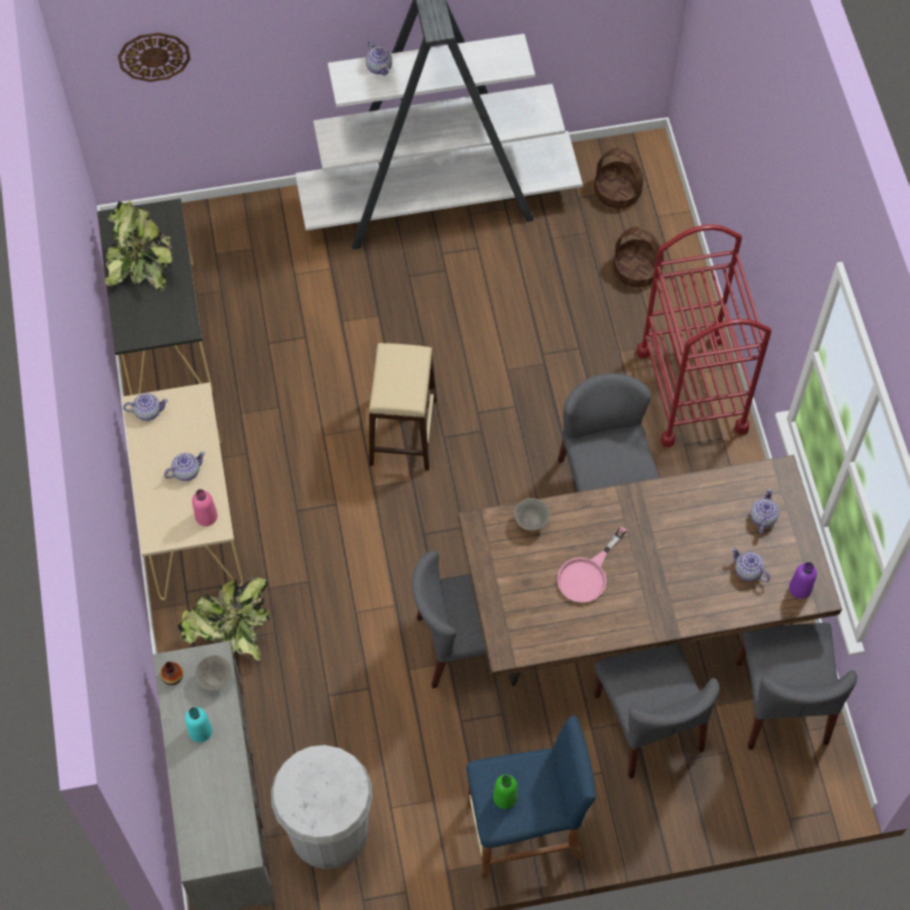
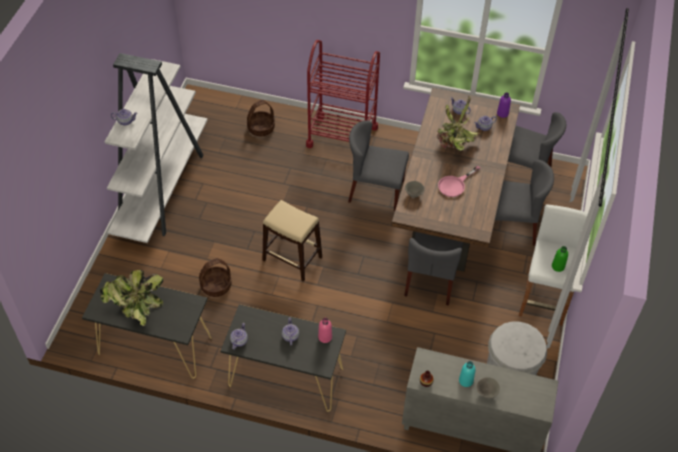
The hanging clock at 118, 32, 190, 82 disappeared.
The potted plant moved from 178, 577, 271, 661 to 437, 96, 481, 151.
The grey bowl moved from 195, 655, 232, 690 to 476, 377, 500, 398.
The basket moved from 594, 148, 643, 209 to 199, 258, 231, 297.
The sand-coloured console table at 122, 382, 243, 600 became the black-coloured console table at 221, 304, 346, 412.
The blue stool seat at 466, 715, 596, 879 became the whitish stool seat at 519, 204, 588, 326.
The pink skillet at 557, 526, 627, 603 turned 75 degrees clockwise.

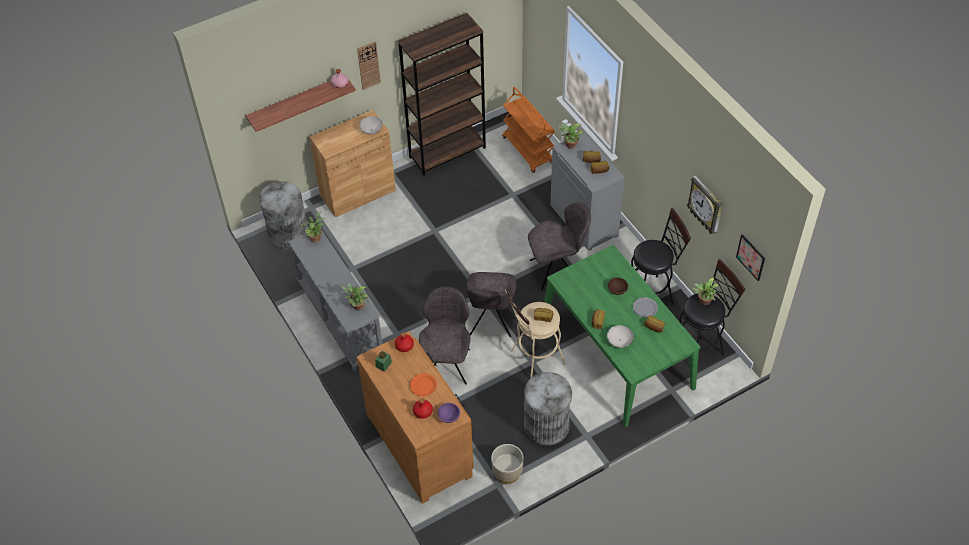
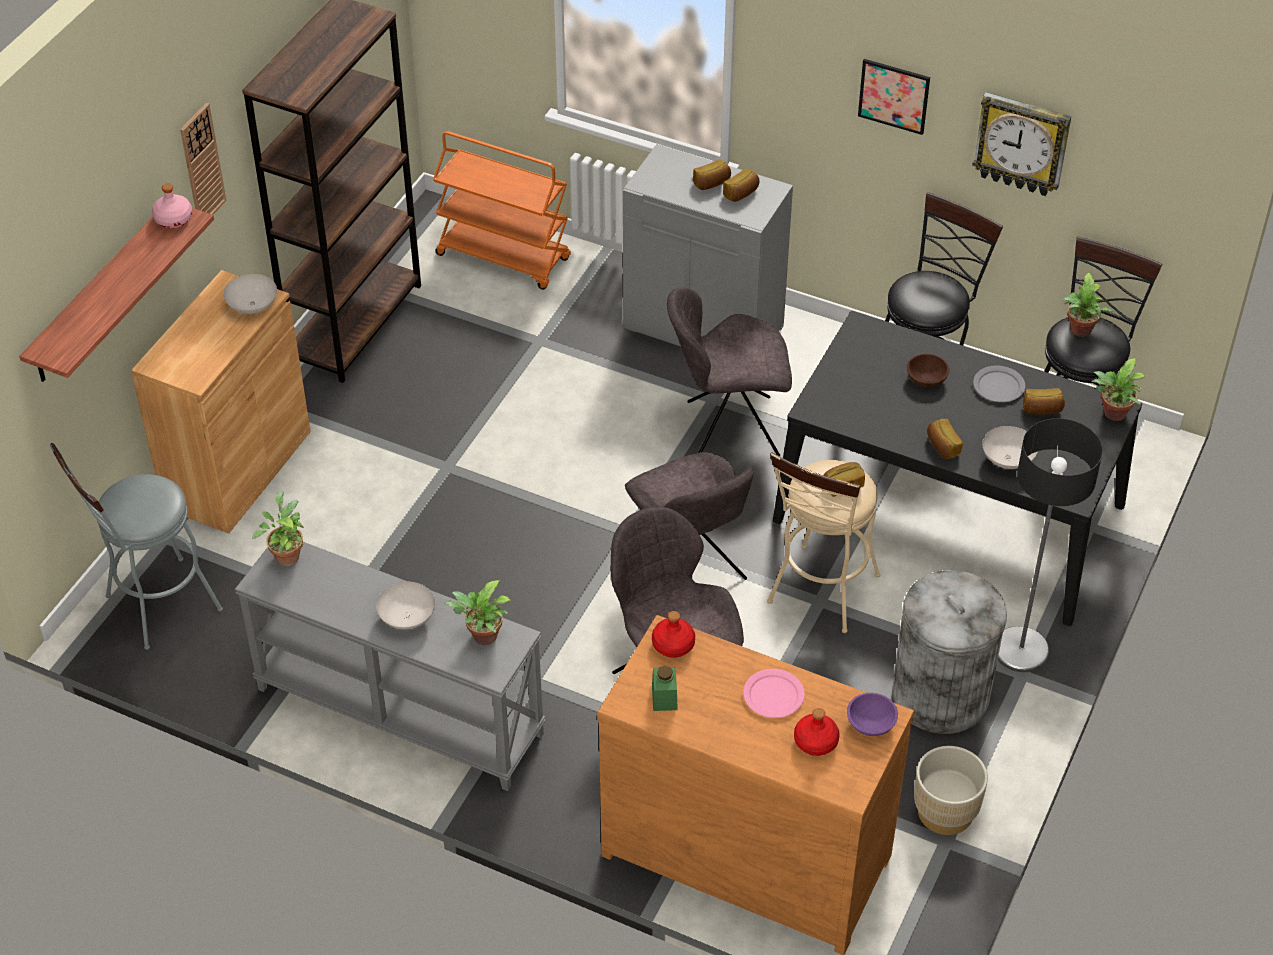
The whitish bowl at 376, 582, 435, 630 appeared.
The standard lamp at 998, 418, 1103, 672 appeared.
The potted plant moved from 557, 123, 583, 149 to 1091, 358, 1145, 421.
The wall picture moved from 736, 234, 765, 281 to 858, 59, 930, 135.
The grey waste bin at 259, 181, 308, 250 was replaced by the grey stool seat at 50, 443, 223, 650.
The orange flat dish at 410, 373, 437, 396 became the pink flat dish at 743, 669, 805, 718.
The green dinner table at 544, 245, 700, 427 became the black-coloured dinner table at 773, 311, 1142, 626.
The grey plain chair at 528, 203, 591, 290 turned 135 degrees counterclockwise.

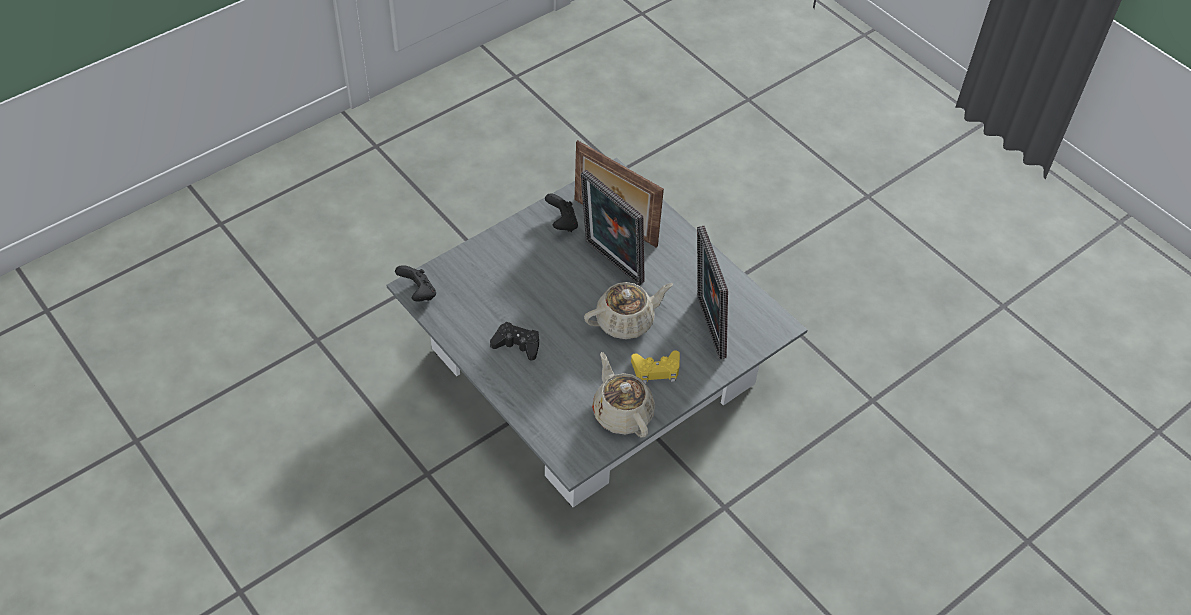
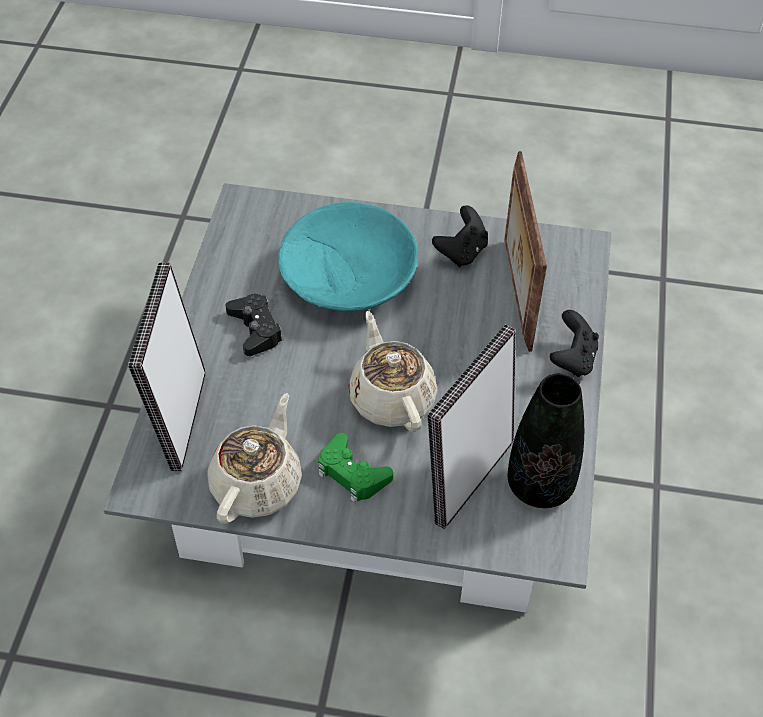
The blue-green bowl at 278, 202, 418, 311 appeared.
The black-coloured flower vase at 508, 374, 584, 508 appeared.
The black-coloured joypad moved from 395, 265, 436, 301 to 550, 310, 599, 377.
The standing frame moved from 581, 170, 645, 285 to 128, 262, 206, 472.
The yellow-coloured joypad at 631, 350, 680, 384 became the green joypad at 318, 433, 393, 503.
The sand-coloured teapot at 584, 282, 673, 339 turned 135 degrees counterclockwise.

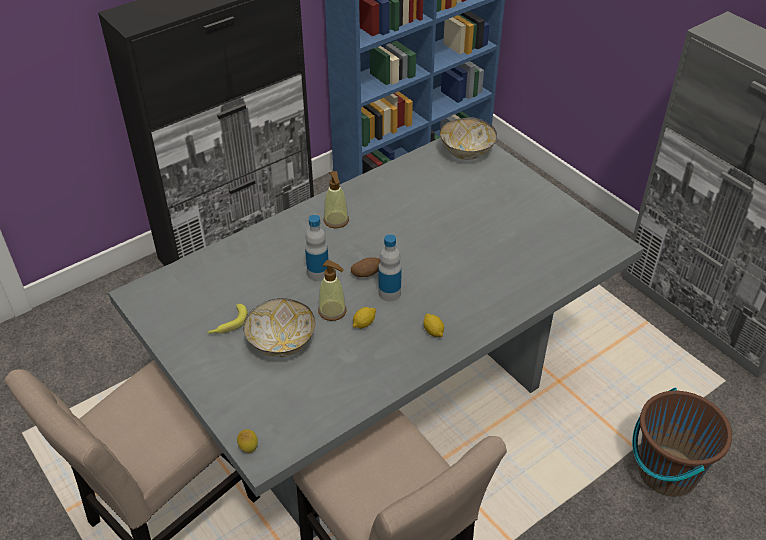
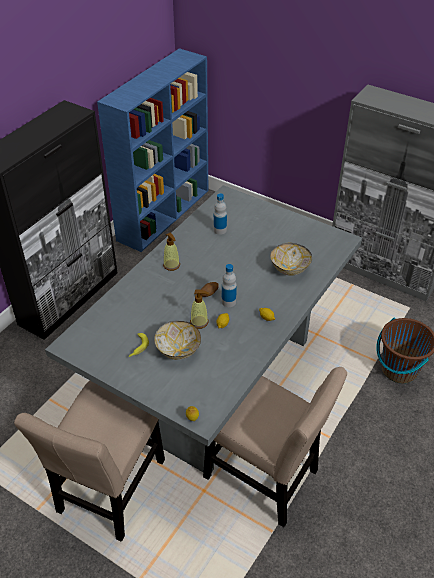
The bottle moved from 305, 215, 328, 281 to 214, 193, 227, 235.
The bowl moved from 440, 117, 497, 160 to 270, 243, 312, 276.

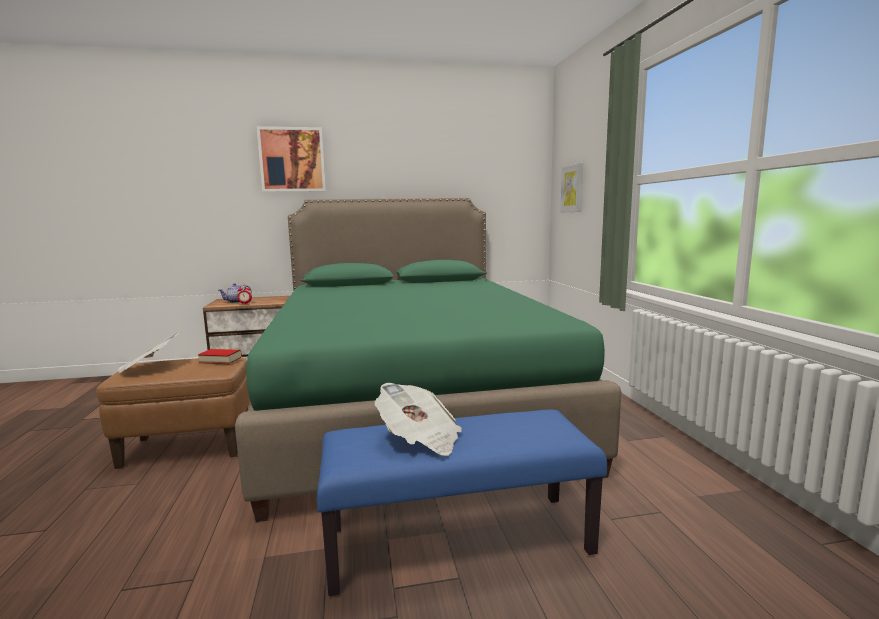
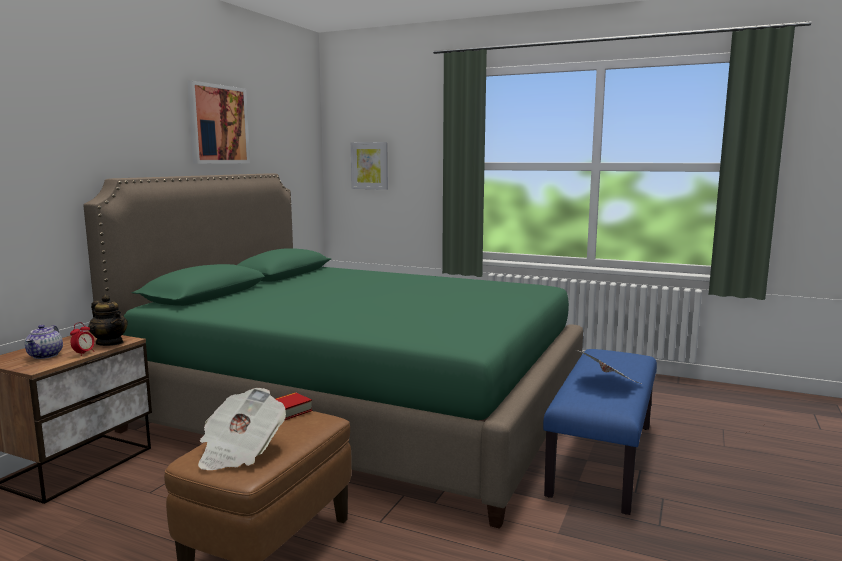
The teapot at 88, 295, 128, 346 appeared.
The wall picture moved from 257, 126, 326, 192 to 187, 81, 250, 164.

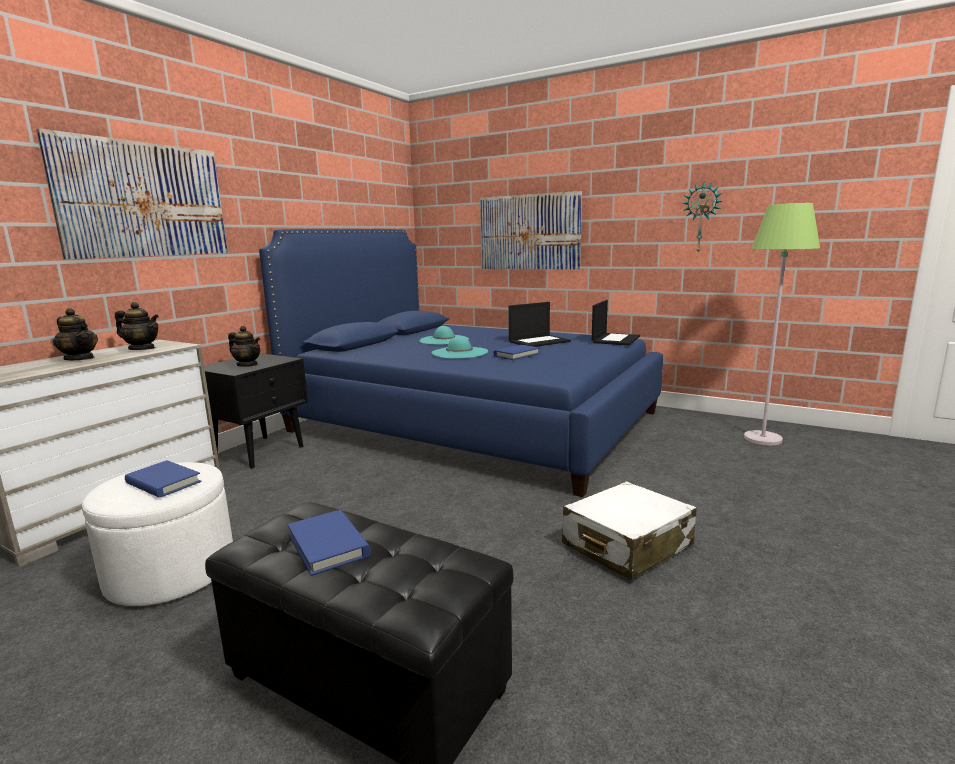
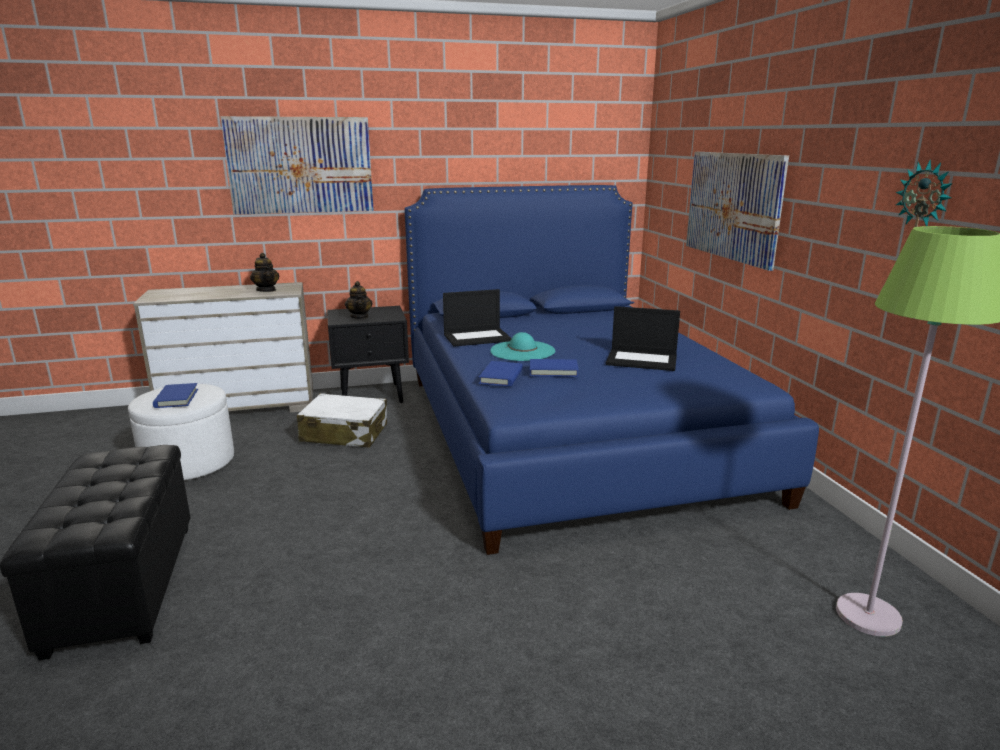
The teapot at 53, 308, 98, 360 disappeared.
The blue-green hat at 419, 326, 469, 345 disappeared.
The blue book moved from 288, 510, 371, 576 to 479, 361, 523, 387.
The whitish travel case moved from 562, 481, 697, 580 to 297, 393, 387, 447.
The laptop moved from 592, 300, 640, 345 to 443, 289, 512, 347.

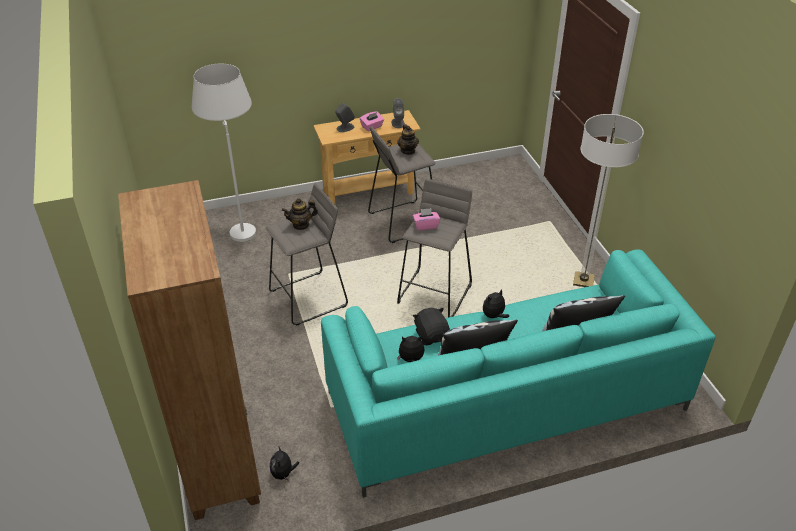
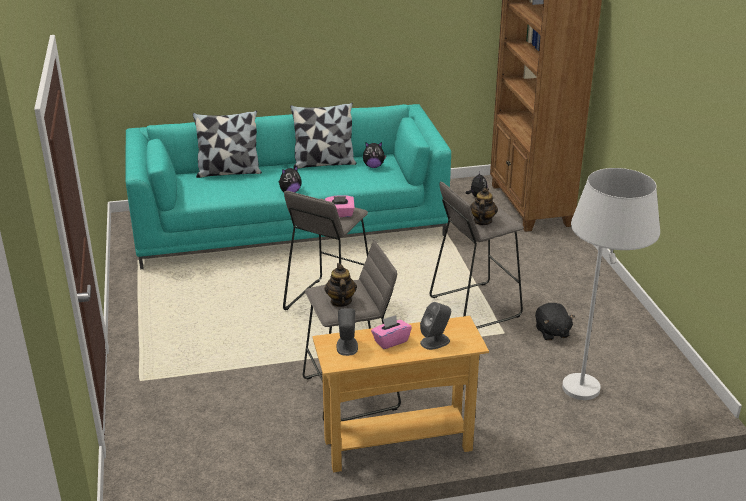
The standard lamp at 573, 114, 644, 287 disappeared.
The black-coloured soft toy moved from 413, 308, 450, 345 to 535, 303, 575, 341.
The teapot at 282, 198, 318, 230 turned 60 degrees counterclockwise.

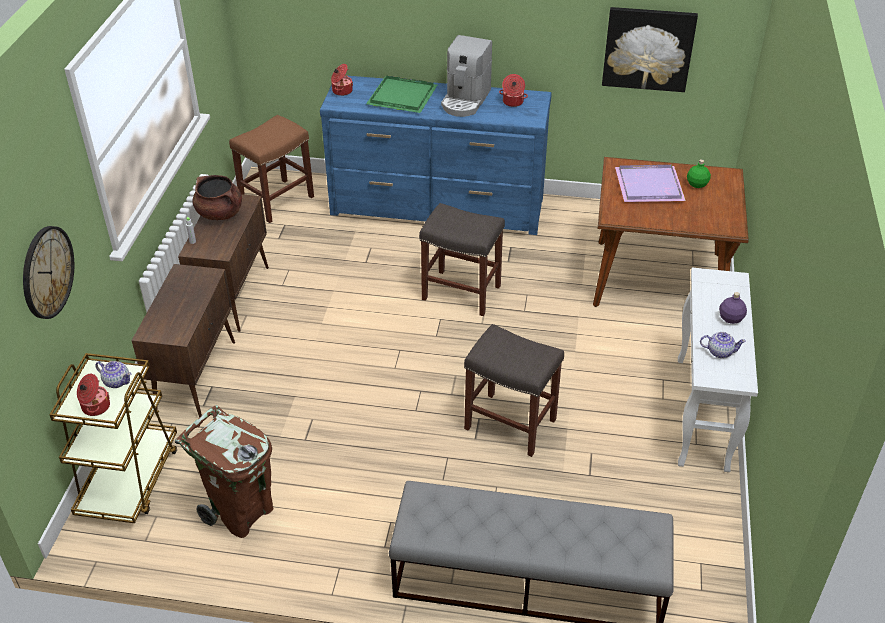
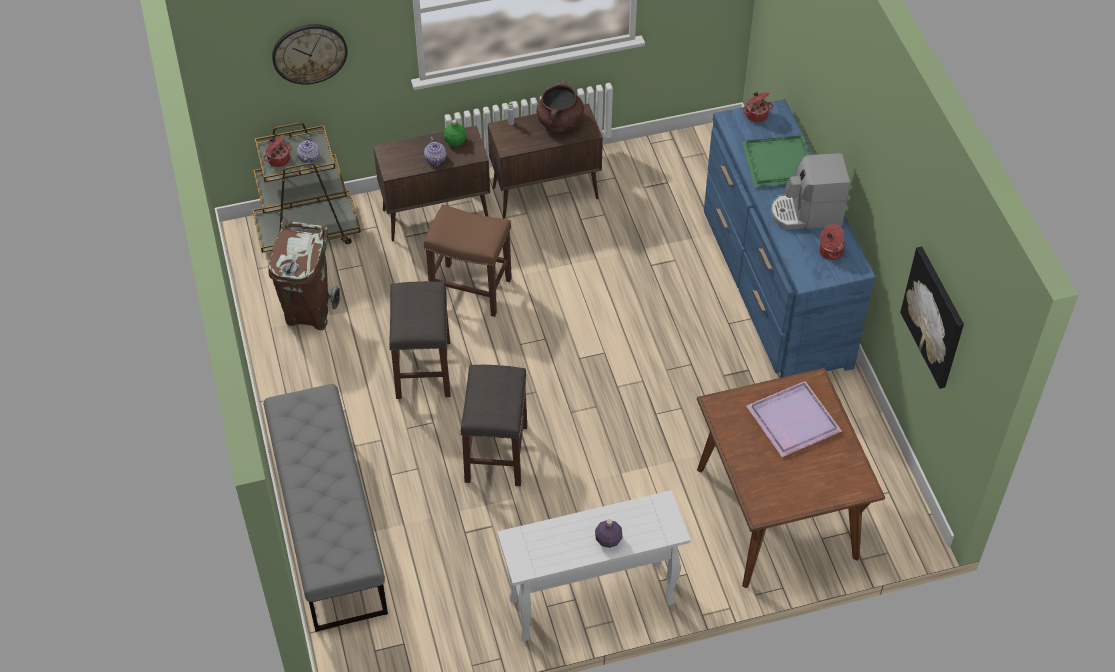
The brown stool seat moved from 229, 115, 314, 223 to 424, 204, 512, 317.
The grey stool seat moved from 419, 203, 505, 316 to 389, 281, 451, 399.
The green bottle moved from 687, 159, 711, 188 to 444, 120, 467, 146.
The teapot moved from 700, 332, 746, 358 to 424, 137, 446, 166.

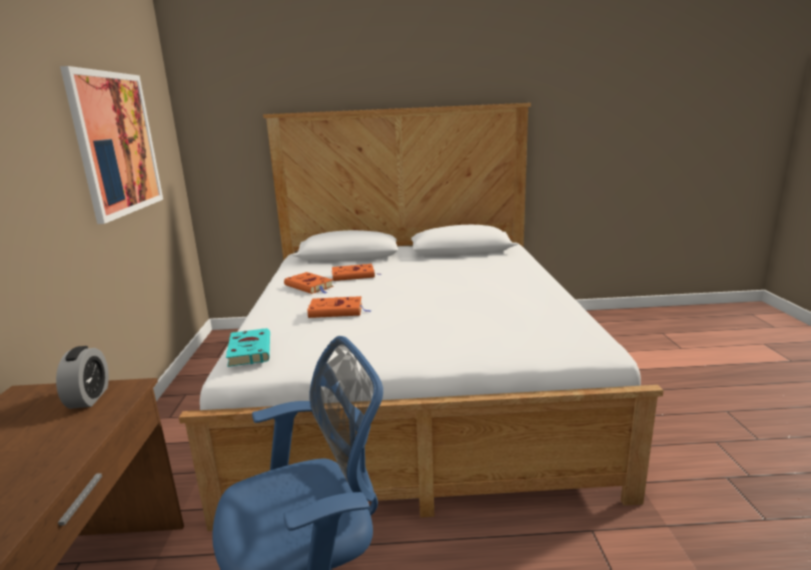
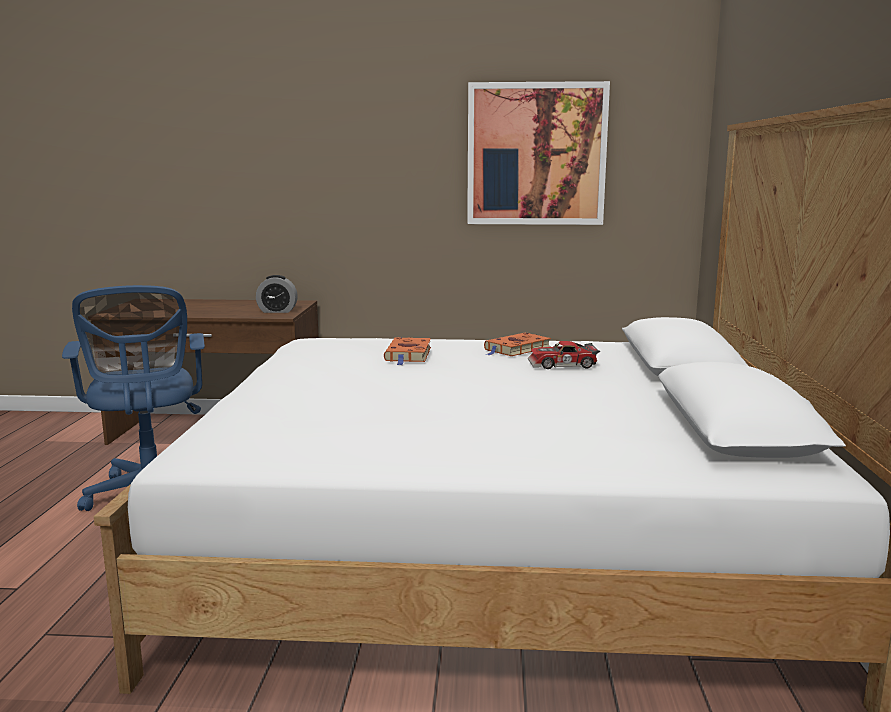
The blue-green book at 226, 328, 270, 367 disappeared.
The orange book at 332, 264, 382, 281 was replaced by the model car at 528, 341, 600, 369.

